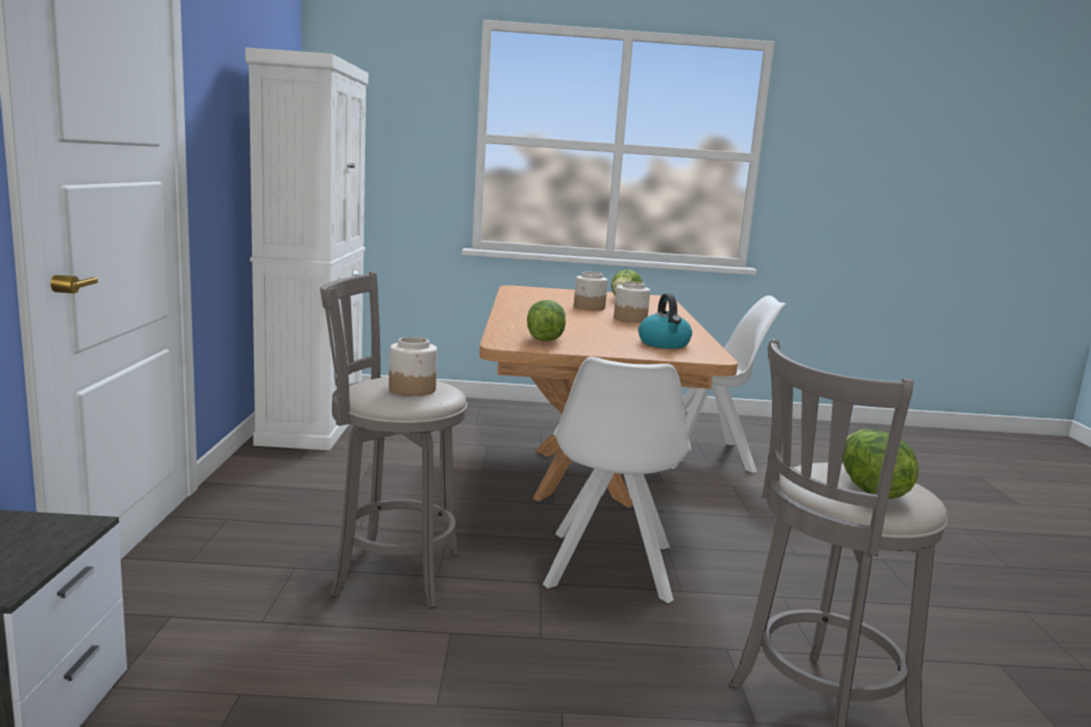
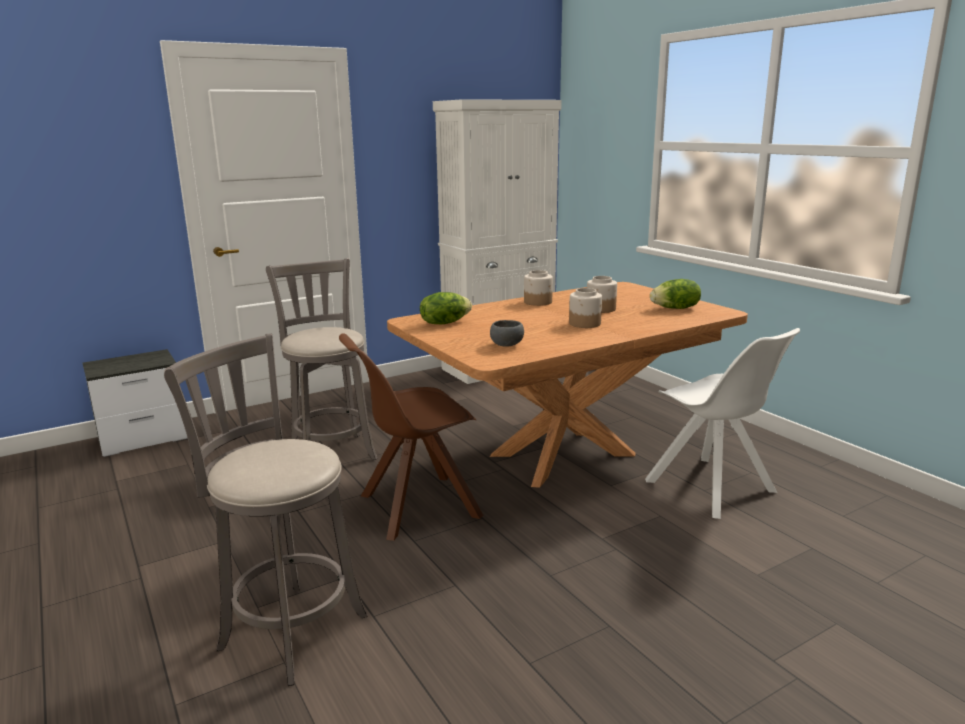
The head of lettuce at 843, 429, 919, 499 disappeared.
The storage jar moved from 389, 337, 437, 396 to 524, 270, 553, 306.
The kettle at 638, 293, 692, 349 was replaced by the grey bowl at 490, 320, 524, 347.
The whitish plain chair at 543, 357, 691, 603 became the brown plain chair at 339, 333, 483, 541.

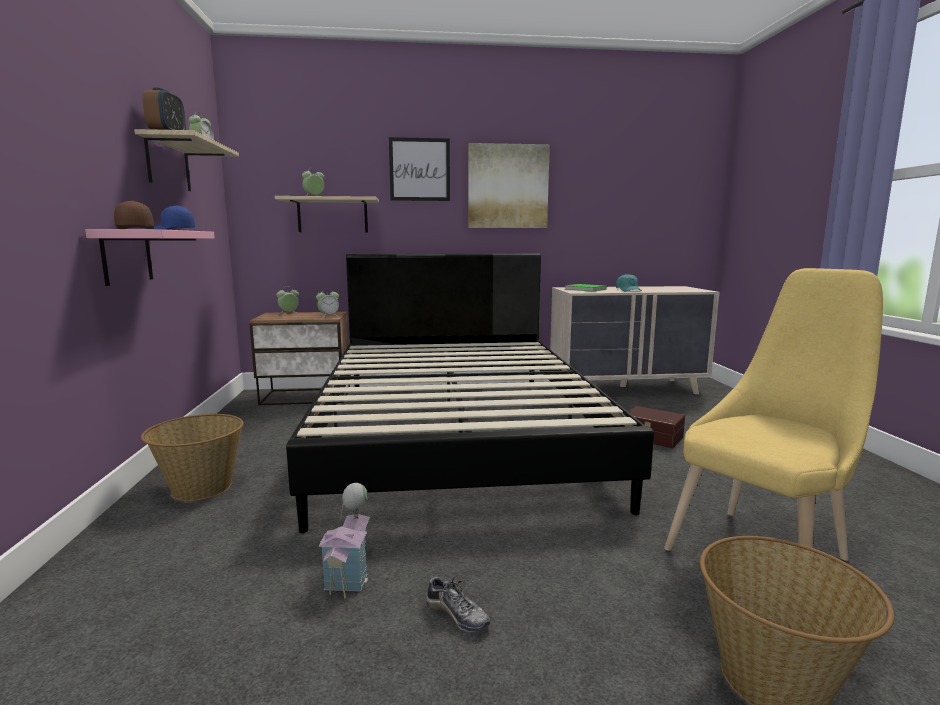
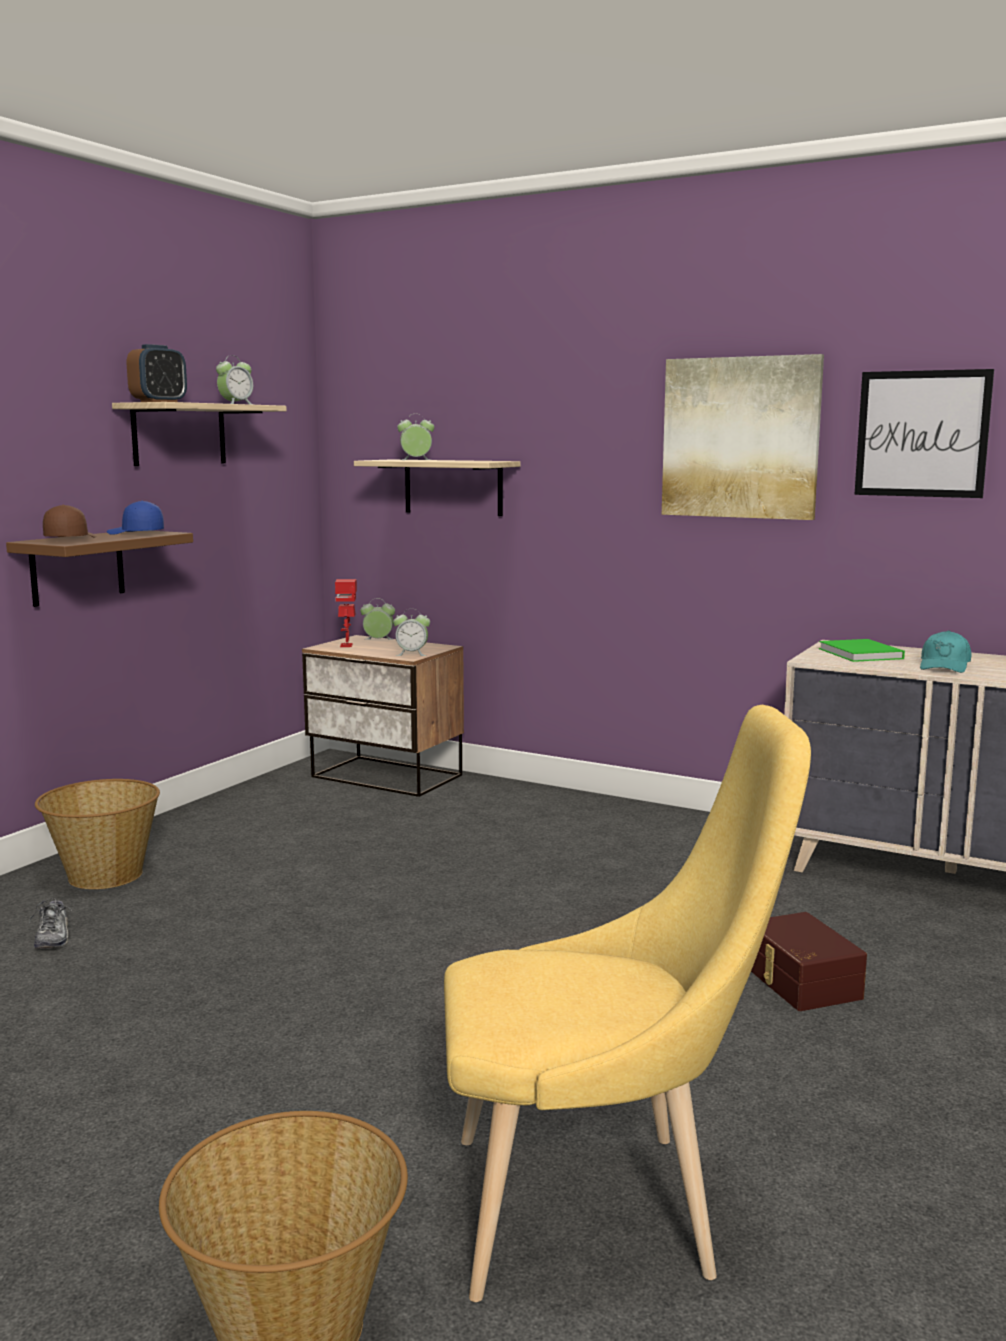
The black-coloured bedroom bed at 286, 253, 654, 533 disappeared.
The miniature house at 319, 483, 370, 599 disappeared.
The model robot at 335, 579, 357, 647 appeared.
The wall picture moved from 389, 137, 450, 201 to 854, 369, 994, 498.
The shoe moved from 426, 575, 490, 633 to 29, 898, 72, 948.
The pink wall shelf at 85, 229, 215, 286 became the brown wall shelf at 6, 531, 193, 607.

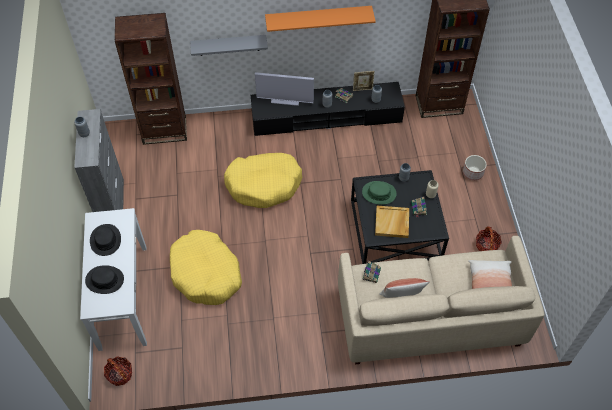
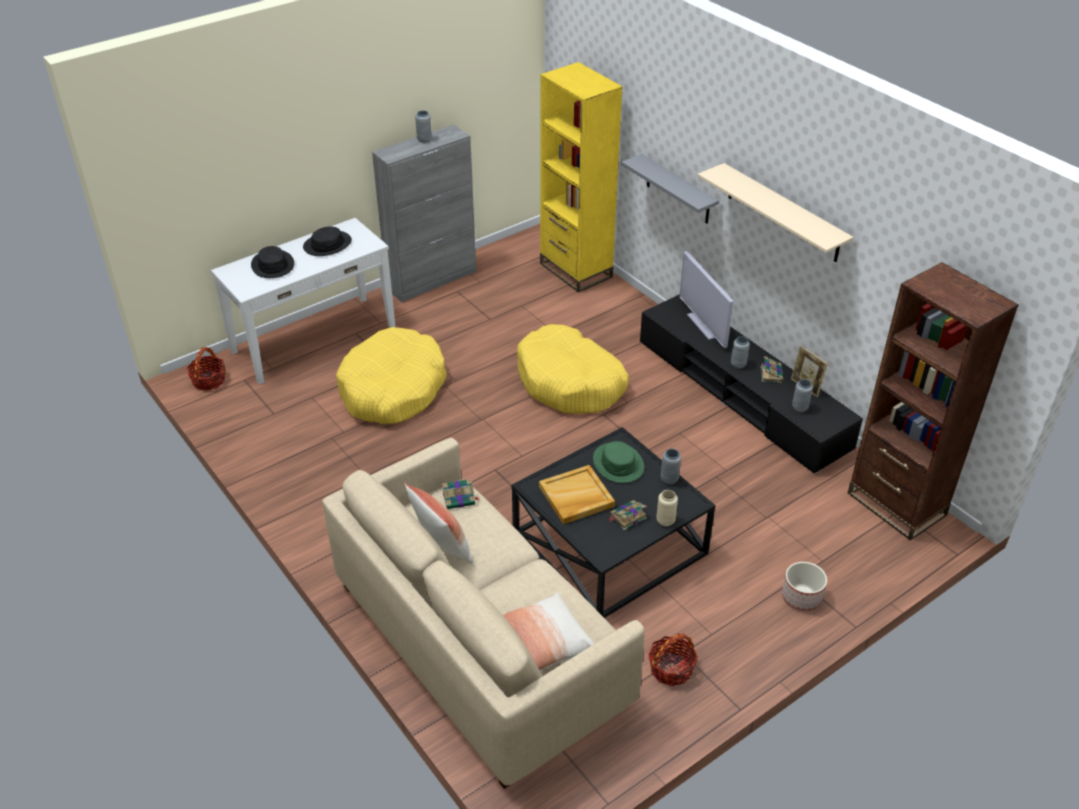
The brown bookshelf at 115, 13, 187, 145 became the yellow-coloured bookshelf at 540, 62, 623, 293.
The orange wall shelf at 265, 6, 376, 32 became the sand-coloured wall shelf at 697, 163, 854, 262.

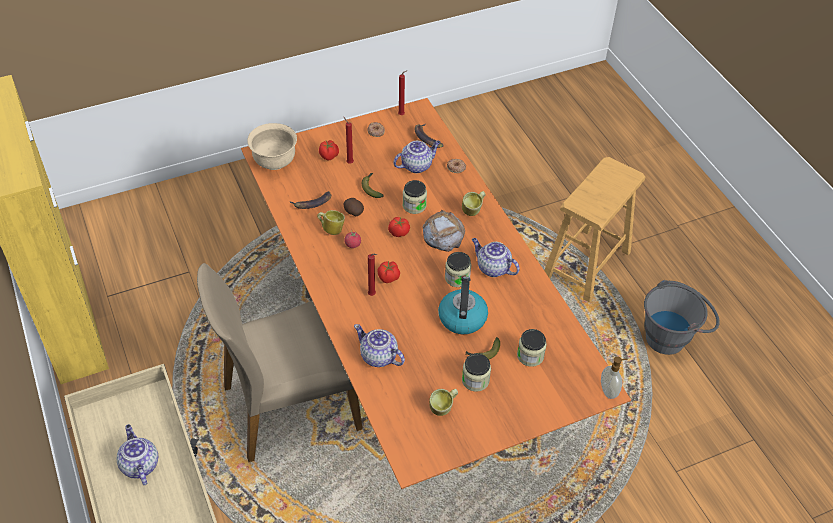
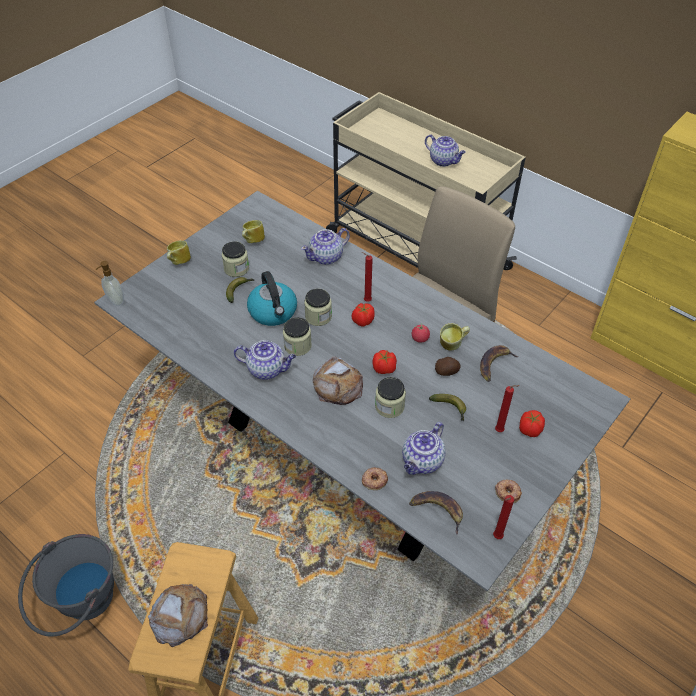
The sand-coloured bowl at 247, 123, 297, 170 disappeared.
The bread at 148, 584, 208, 647 appeared.
The mug moved from 462, 191, 485, 216 to 167, 240, 191, 265.
The storage jar moved from 517, 329, 547, 367 to 304, 289, 332, 326.
The orange dinner table at 241, 98, 631, 489 became the grey dinner table at 94, 191, 631, 591.
The teapot at 354, 324, 405, 367 turned 135 degrees clockwise.

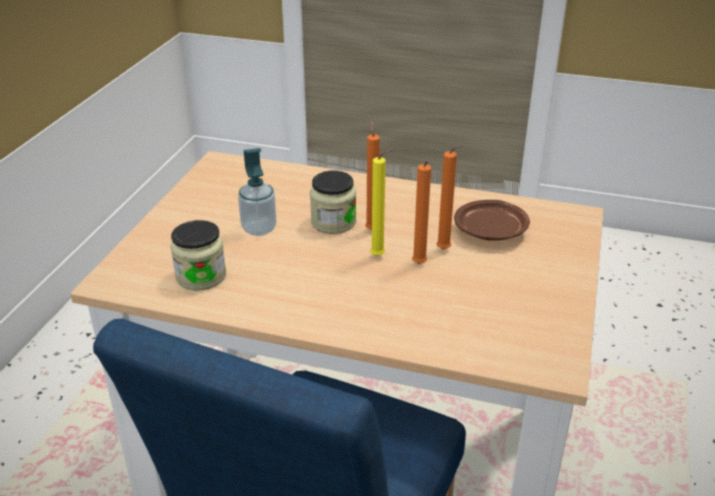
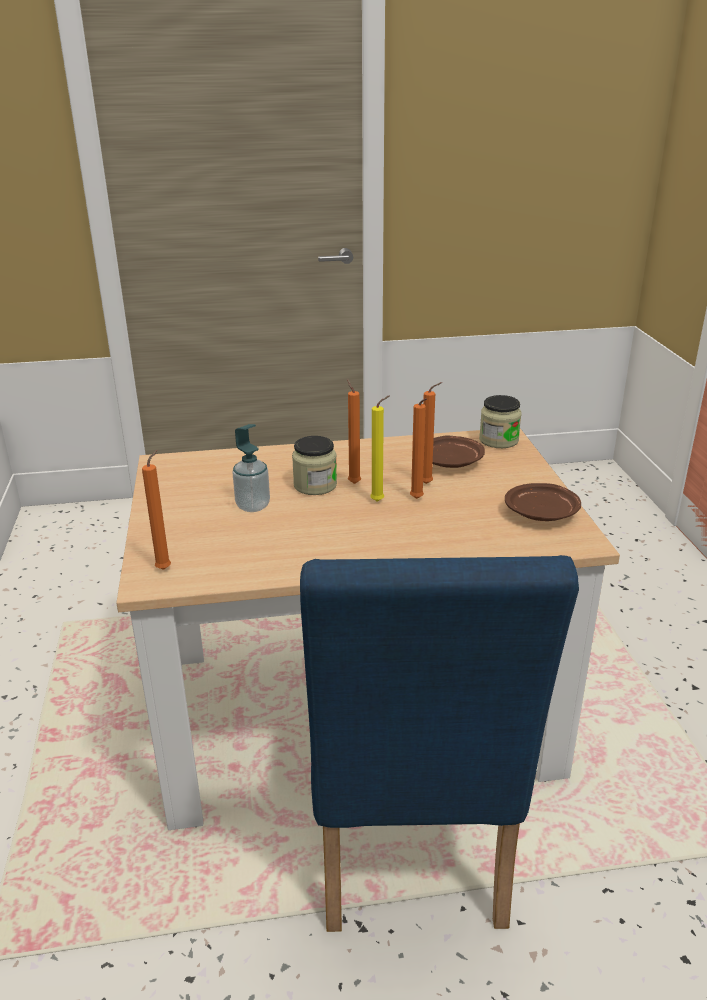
The orange candle at 142, 449, 171, 570 appeared.
The brown flat dish at 505, 483, 581, 521 appeared.
The storage jar moved from 170, 220, 226, 291 to 479, 395, 522, 448.

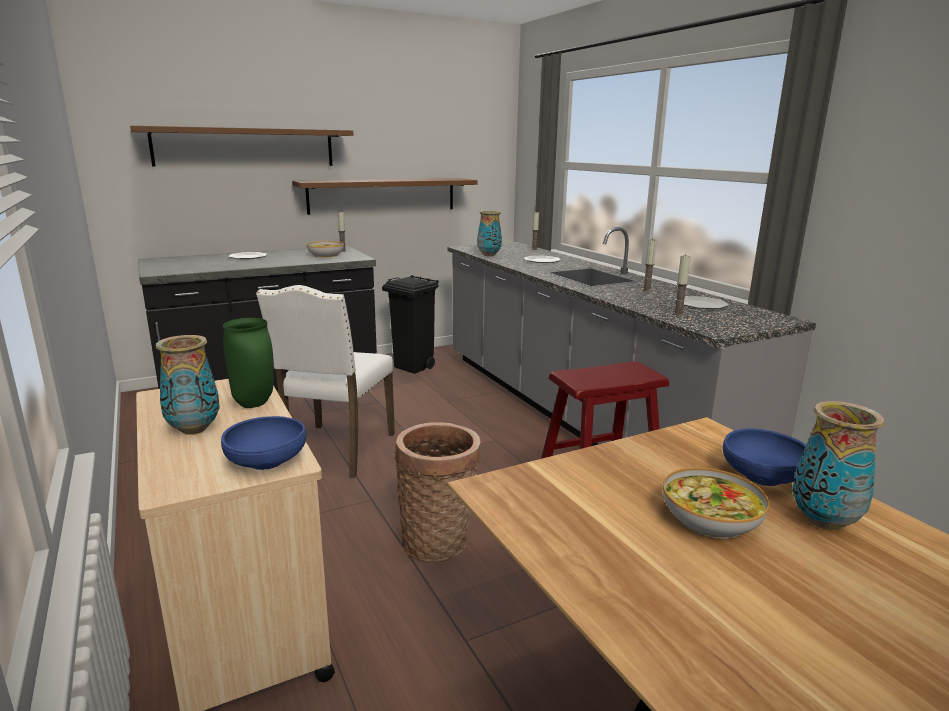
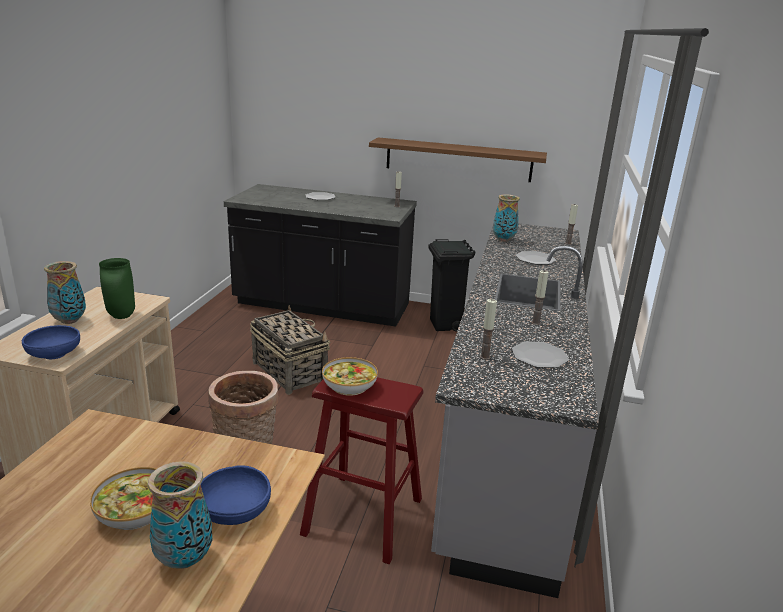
The brown wall shelf at 130, 126, 354, 166 disappeared.
The bowl moved from 306, 241, 344, 258 to 322, 357, 378, 396.
The whitish plain chair at 256, 285, 395, 478 was replaced by the basket at 250, 305, 330, 395.

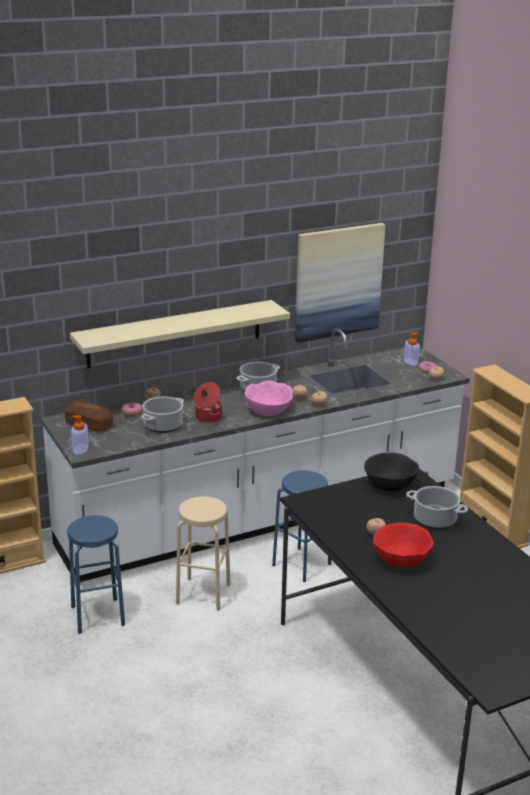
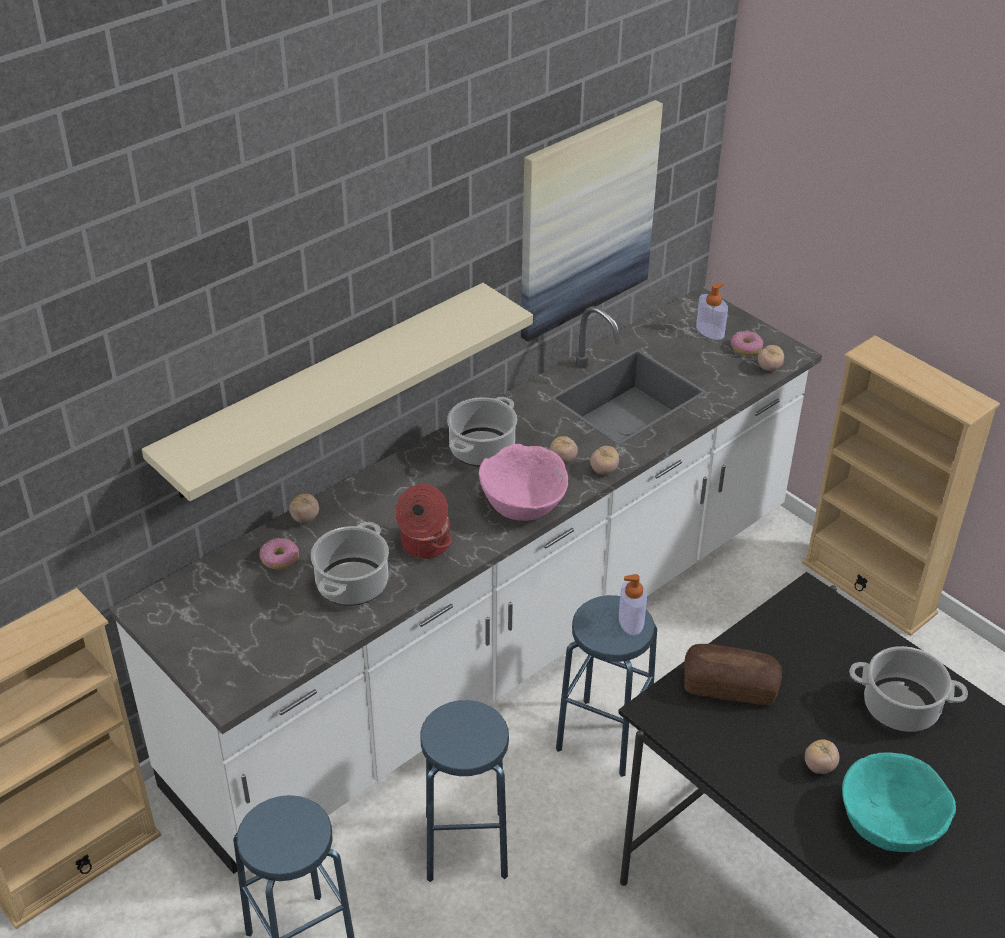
The black-coloured bowl at 364, 452, 419, 491 disappeared.
The bread moved from 64, 401, 113, 432 to 684, 644, 782, 705.
The soap bottle moved from 71, 415, 89, 455 to 619, 574, 647, 635.
The sand-coloured stool seat at 176, 496, 231, 611 became the blue stool seat at 420, 700, 509, 882.
The reddish bowl at 373, 523, 434, 568 became the blue-green bowl at 842, 752, 956, 852.

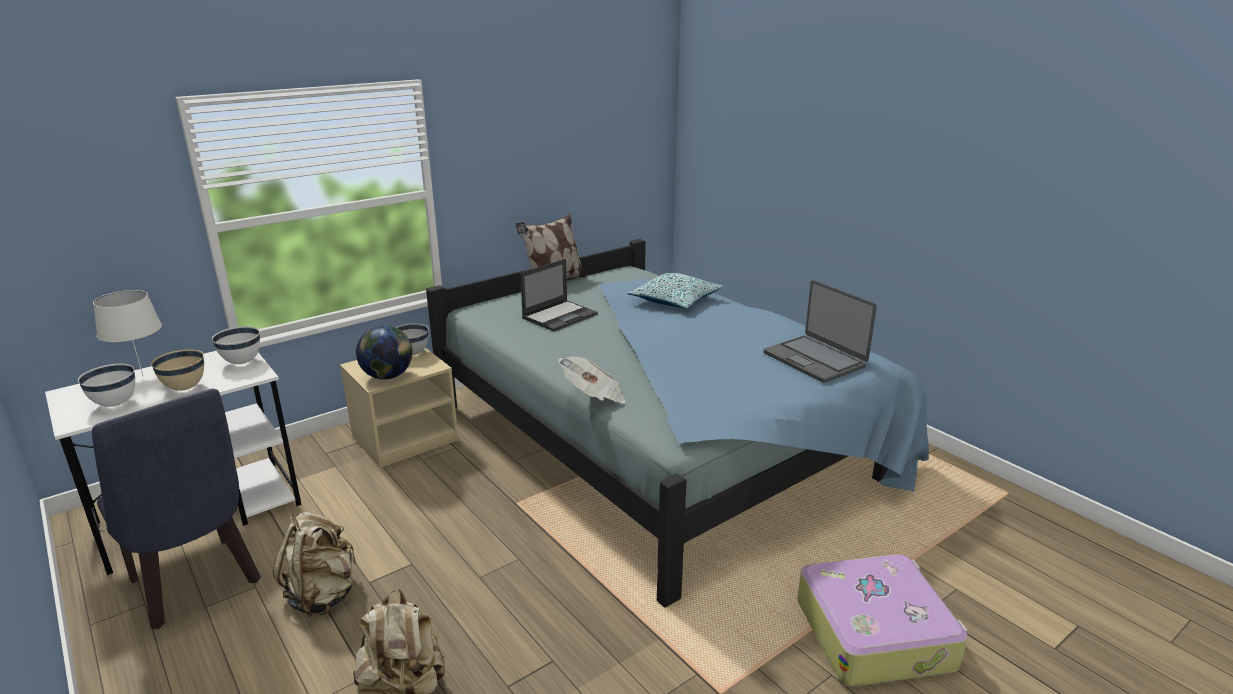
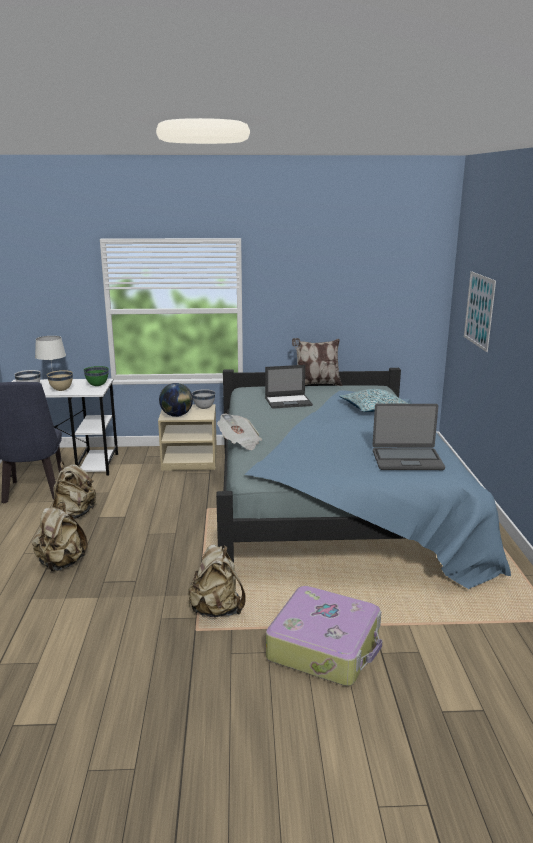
The sand-coloured rucksack at 188, 545, 246, 617 appeared.
The wall picture at 464, 271, 496, 352 appeared.
The whitish bowl at 212, 326, 260, 364 became the green bowl at 84, 366, 109, 386.
The laptop at 763, 280, 877, 383 turned 90 degrees counterclockwise.

